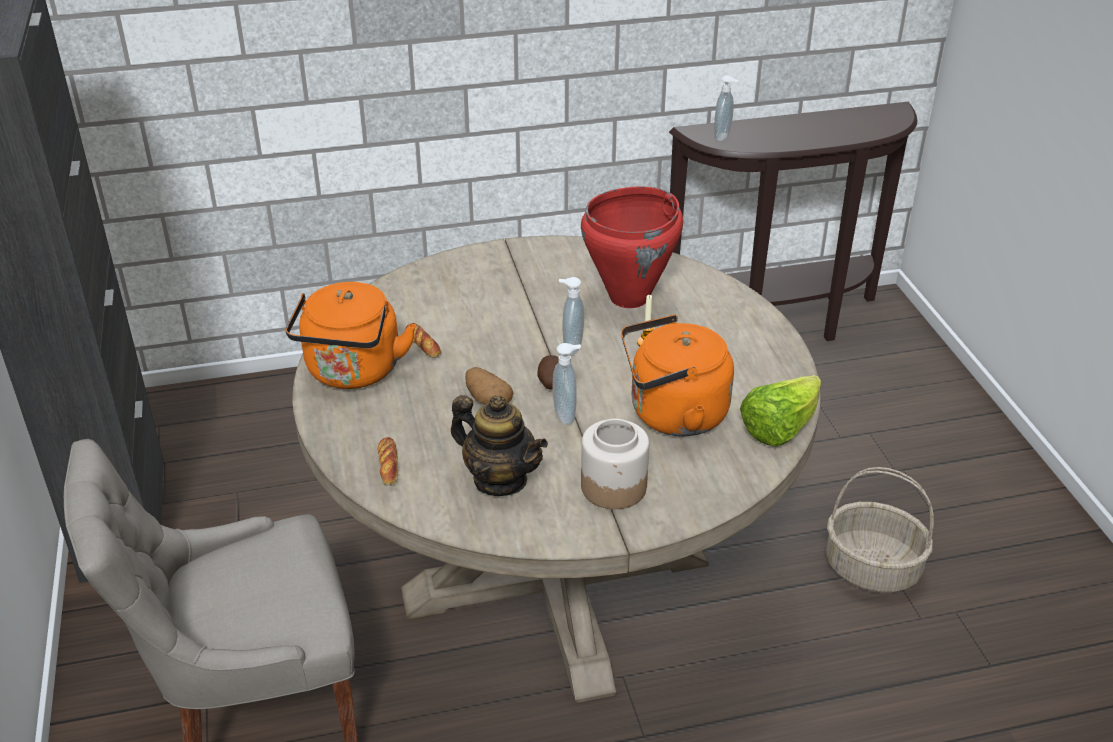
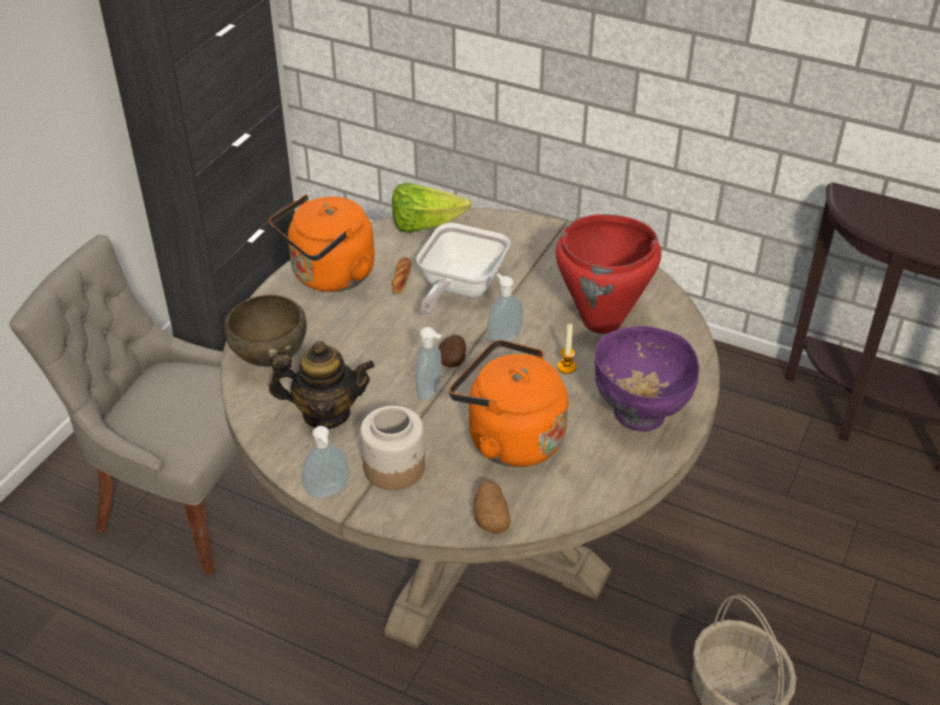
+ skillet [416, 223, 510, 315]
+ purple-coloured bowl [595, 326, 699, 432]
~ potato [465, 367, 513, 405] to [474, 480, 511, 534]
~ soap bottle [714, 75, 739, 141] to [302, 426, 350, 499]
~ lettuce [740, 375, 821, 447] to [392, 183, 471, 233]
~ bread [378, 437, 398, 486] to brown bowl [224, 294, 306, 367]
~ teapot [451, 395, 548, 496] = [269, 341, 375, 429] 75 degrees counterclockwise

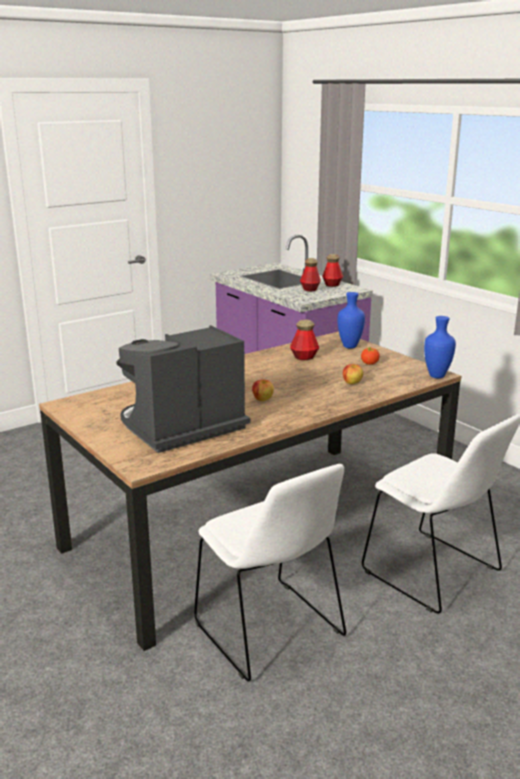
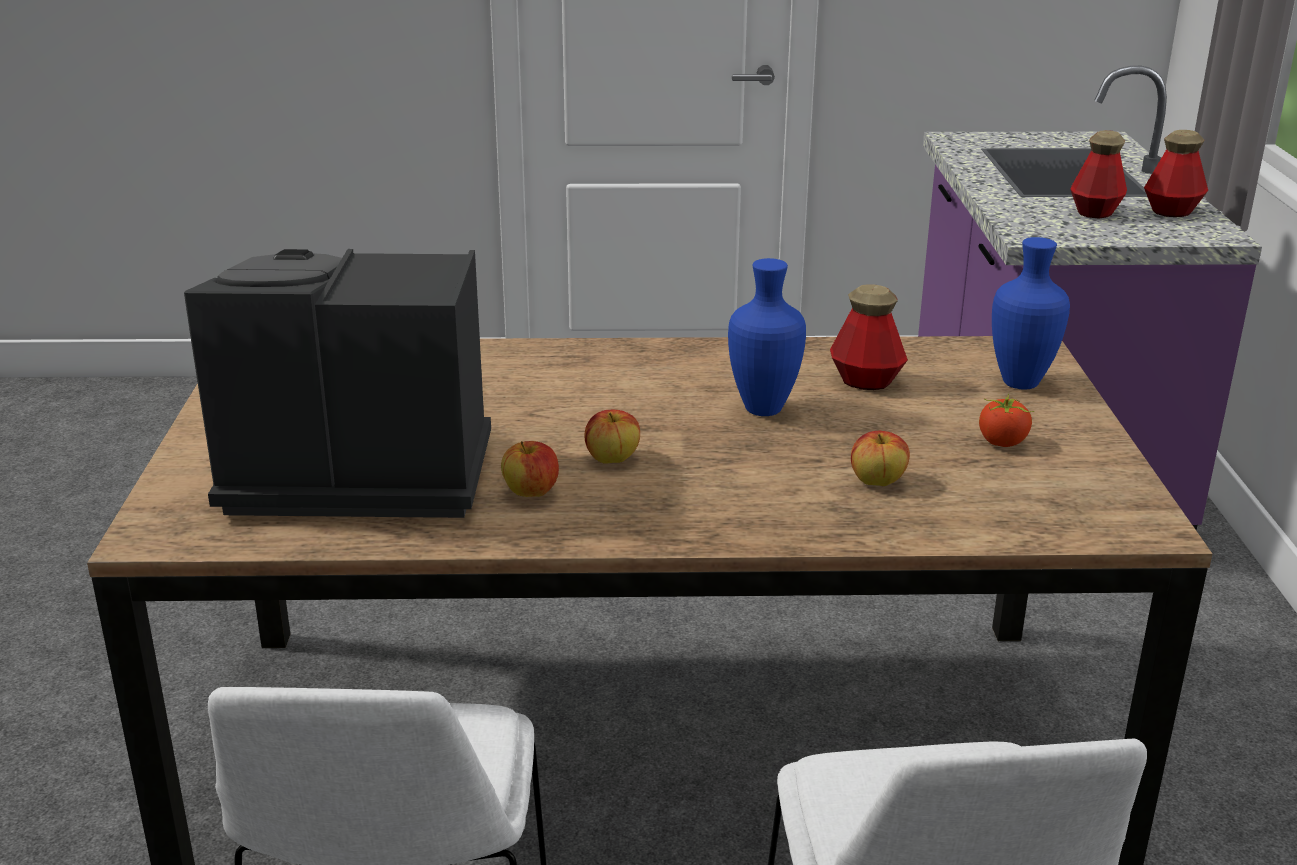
+ whole apple [501, 441, 559, 497]
~ bluish vase [424, 316, 456, 378] to [728, 258, 806, 416]

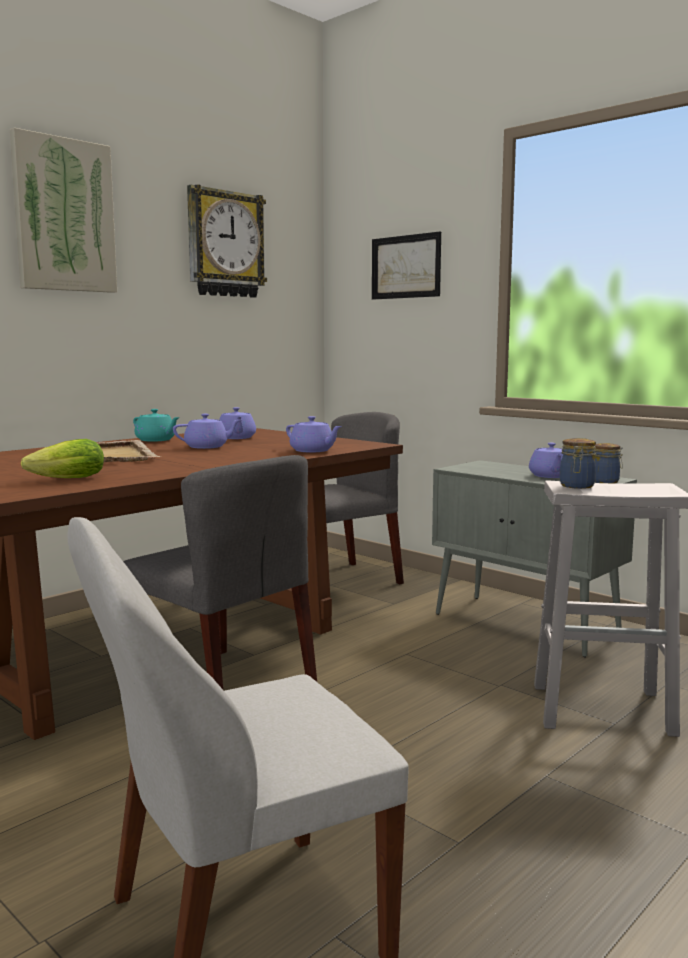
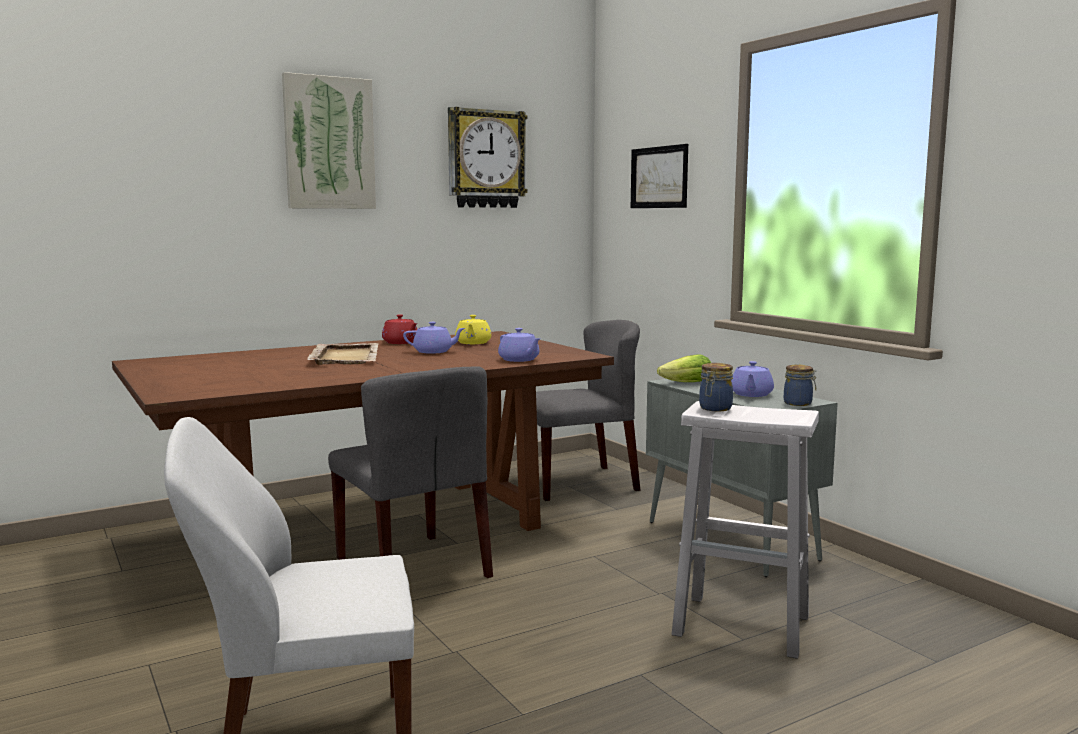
~ lettuce [21, 439, 104, 478] to [657, 355, 711, 382]
~ turquoise-coloured teapot [133, 409, 180, 442] to red-coloured teapot [382, 314, 418, 344]
~ purple-coloured teapot [219, 407, 256, 439] to yellowish teapot [455, 315, 491, 344]

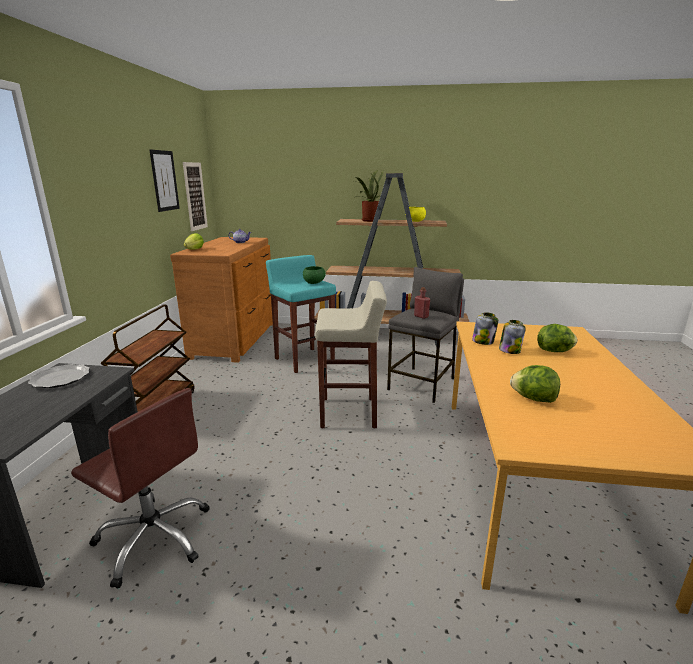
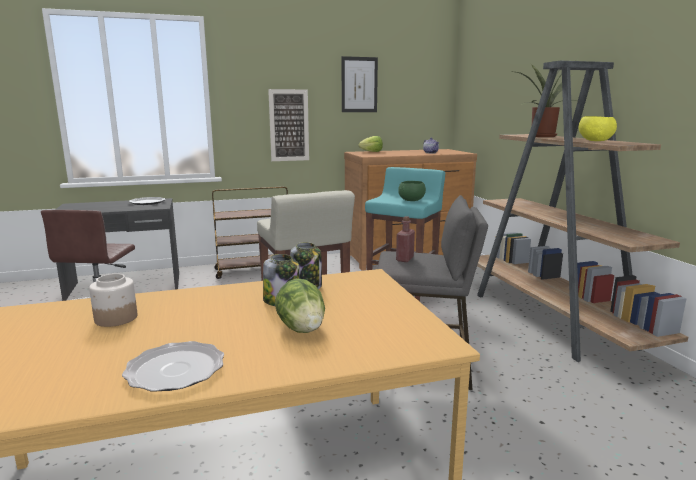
+ dinner plate [122, 341, 224, 392]
~ wall art [183, 162, 208, 231] to [268, 89, 309, 161]
~ lettuce [510, 365, 560, 403] to storage jar [89, 274, 137, 327]

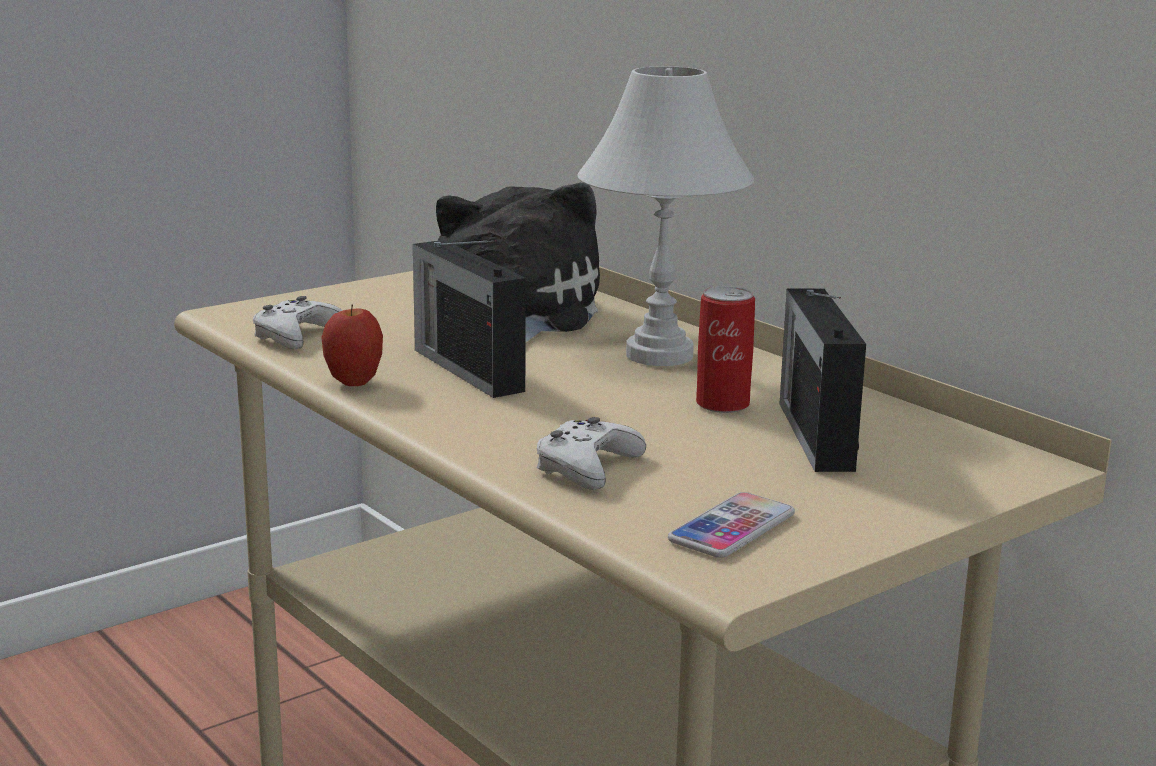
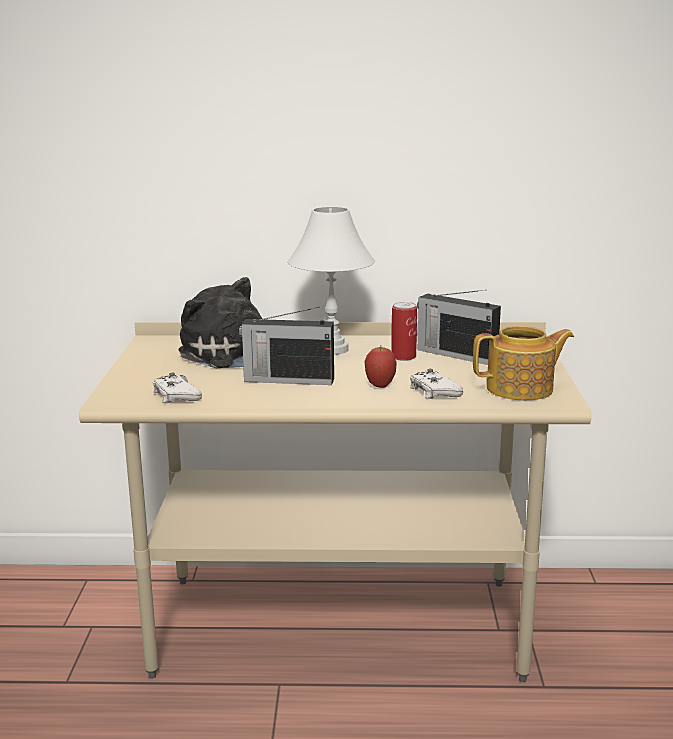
~ whole apple [321, 304, 383, 386] to [364, 347, 397, 388]
~ telephone [668, 492, 795, 558] to teapot [473, 326, 574, 400]

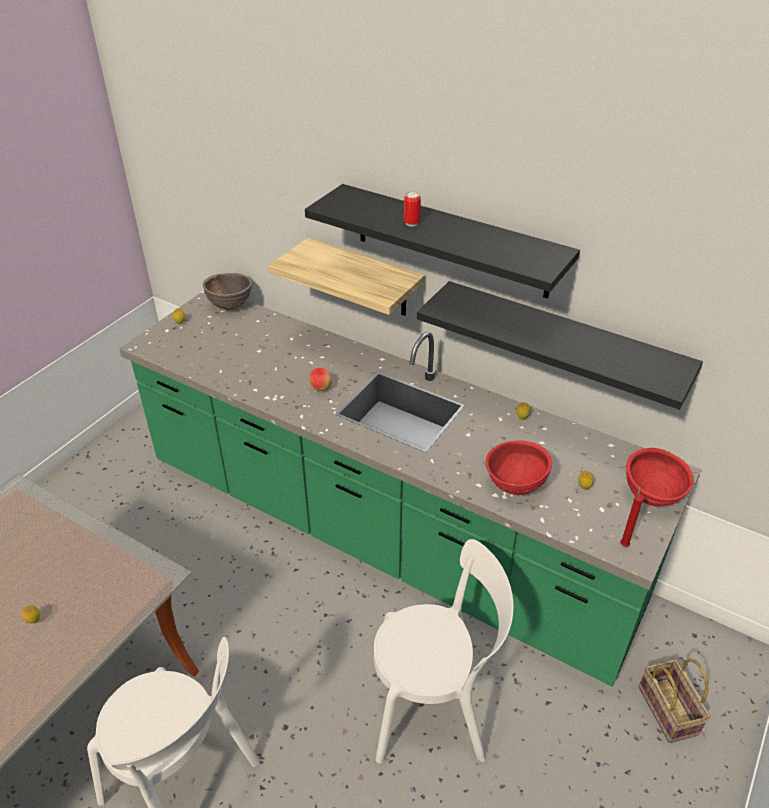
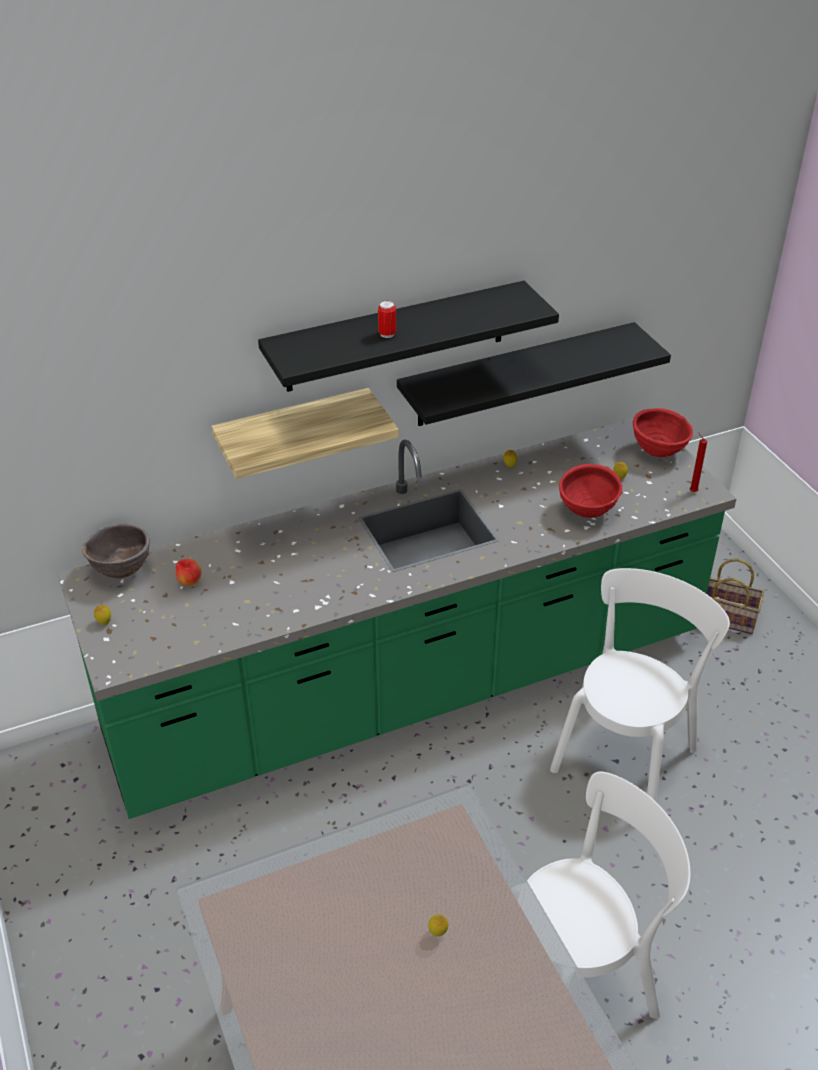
~ whole apple [309, 368, 332, 391] to [175, 559, 202, 586]

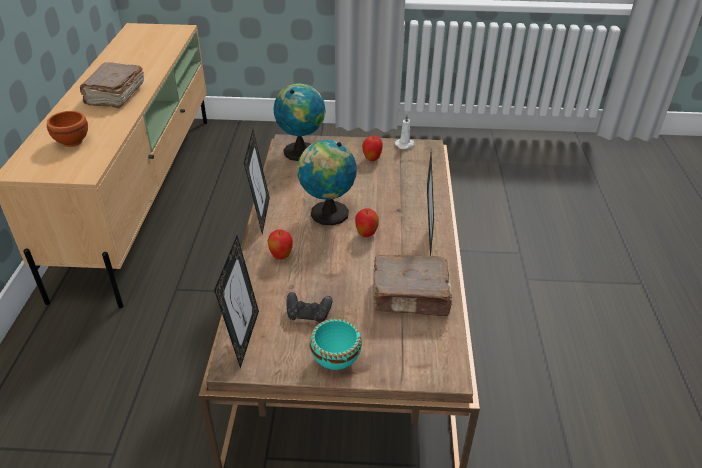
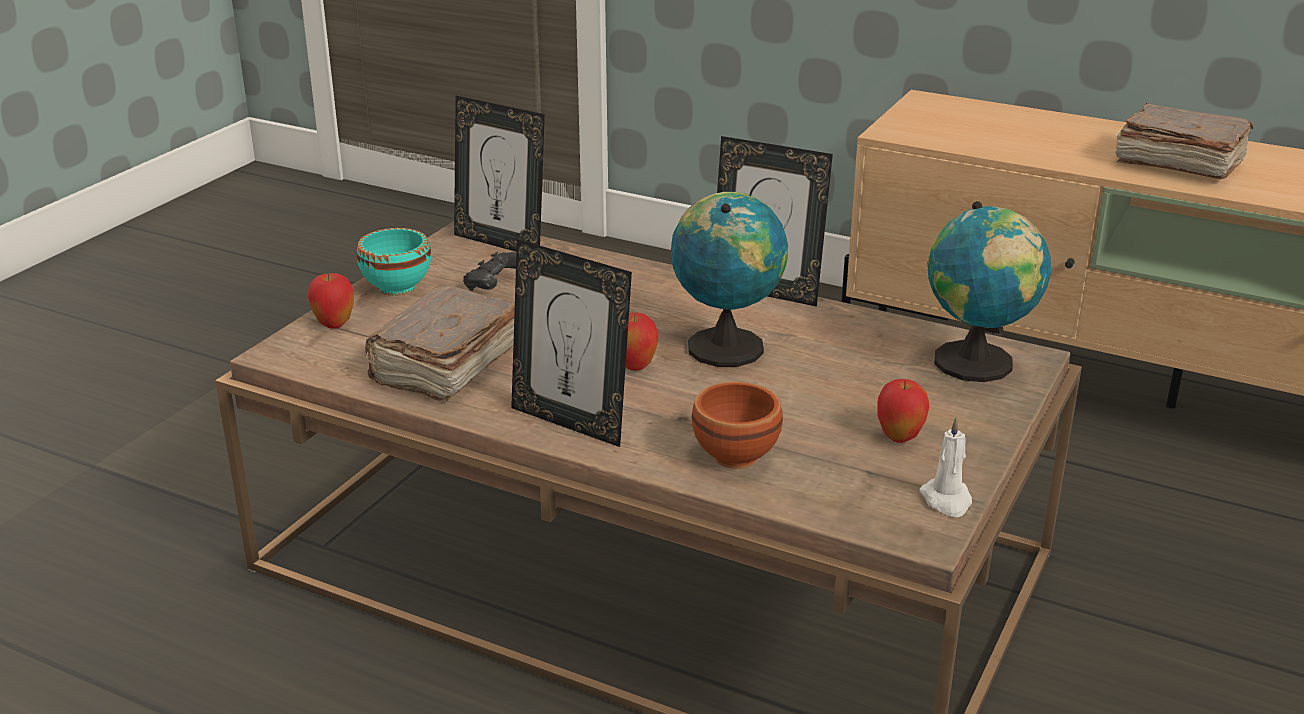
~ brown bowl [47, 111, 88, 147] to [691, 382, 783, 469]
~ whole apple [268, 230, 293, 259] to [307, 273, 354, 329]

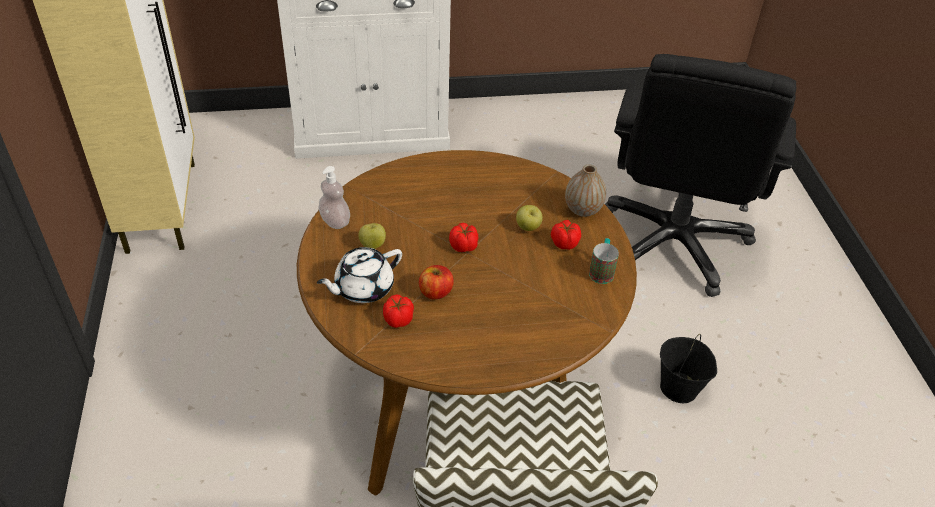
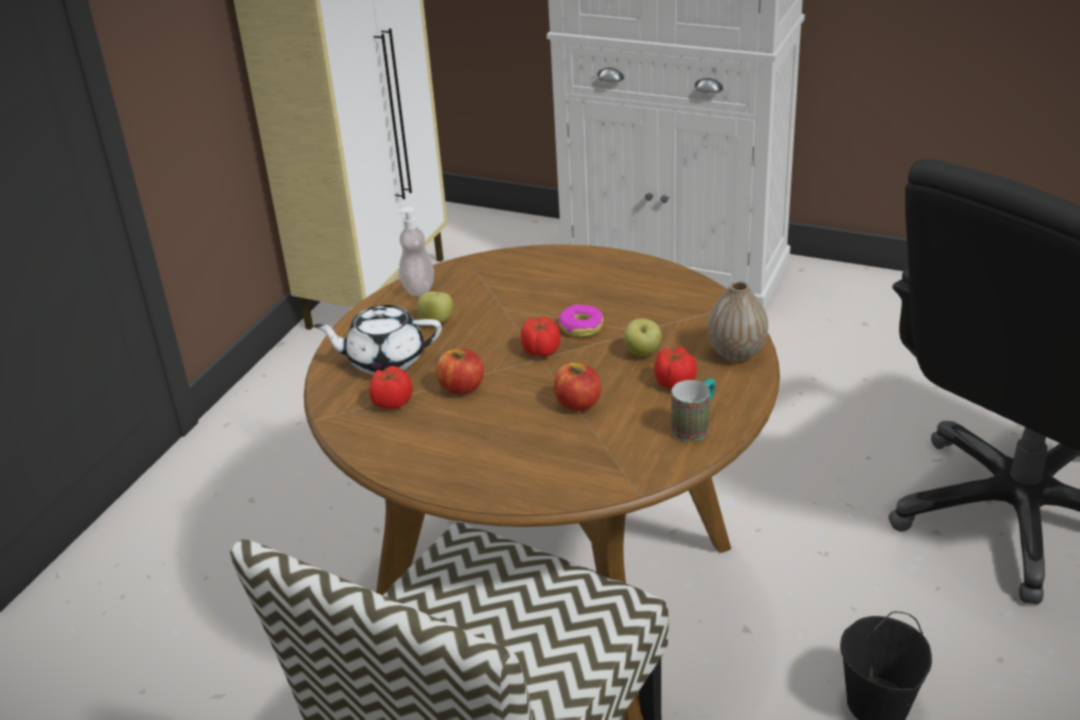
+ whole apple [553, 363, 601, 411]
+ doughnut [558, 304, 604, 337]

